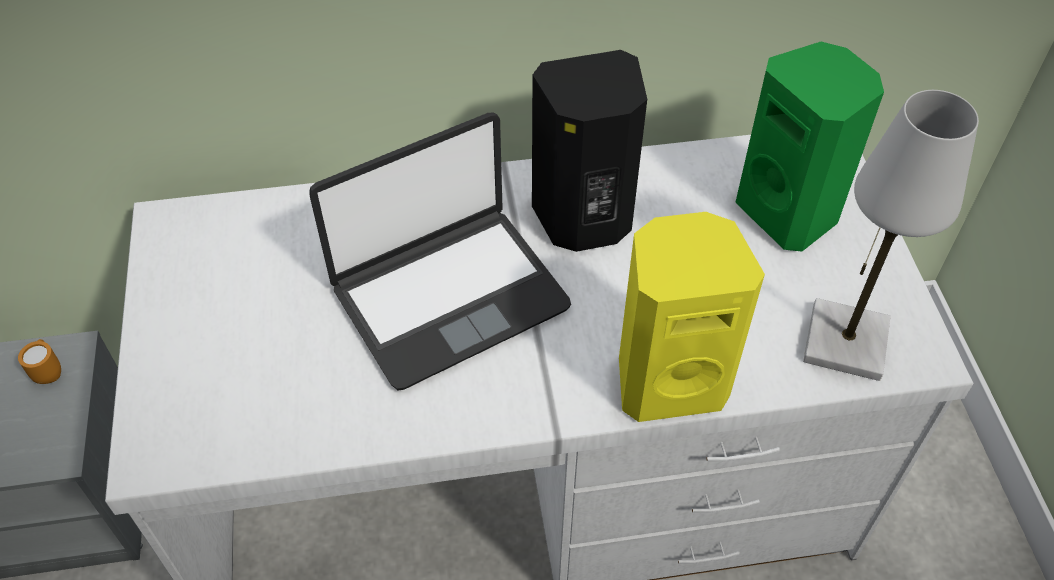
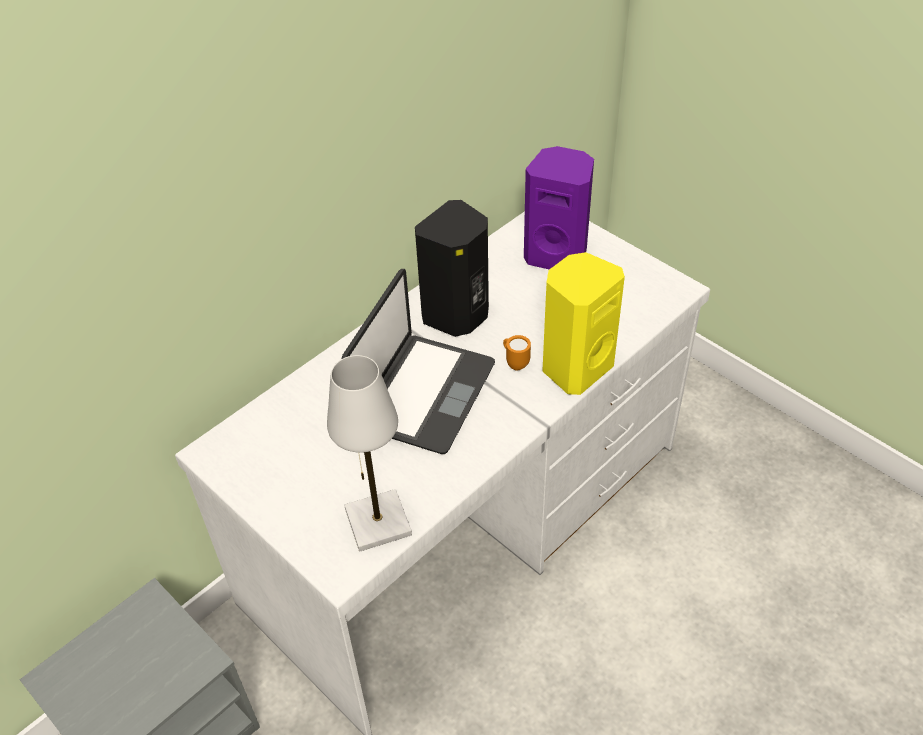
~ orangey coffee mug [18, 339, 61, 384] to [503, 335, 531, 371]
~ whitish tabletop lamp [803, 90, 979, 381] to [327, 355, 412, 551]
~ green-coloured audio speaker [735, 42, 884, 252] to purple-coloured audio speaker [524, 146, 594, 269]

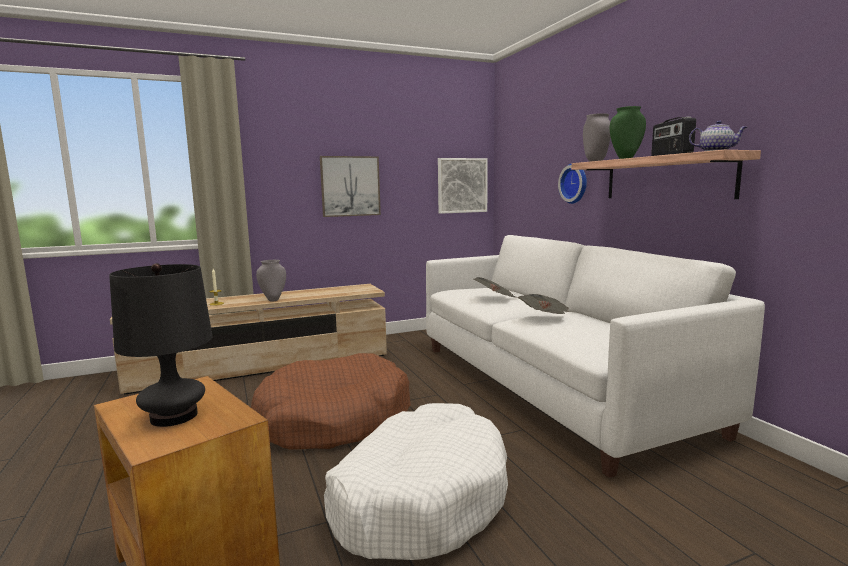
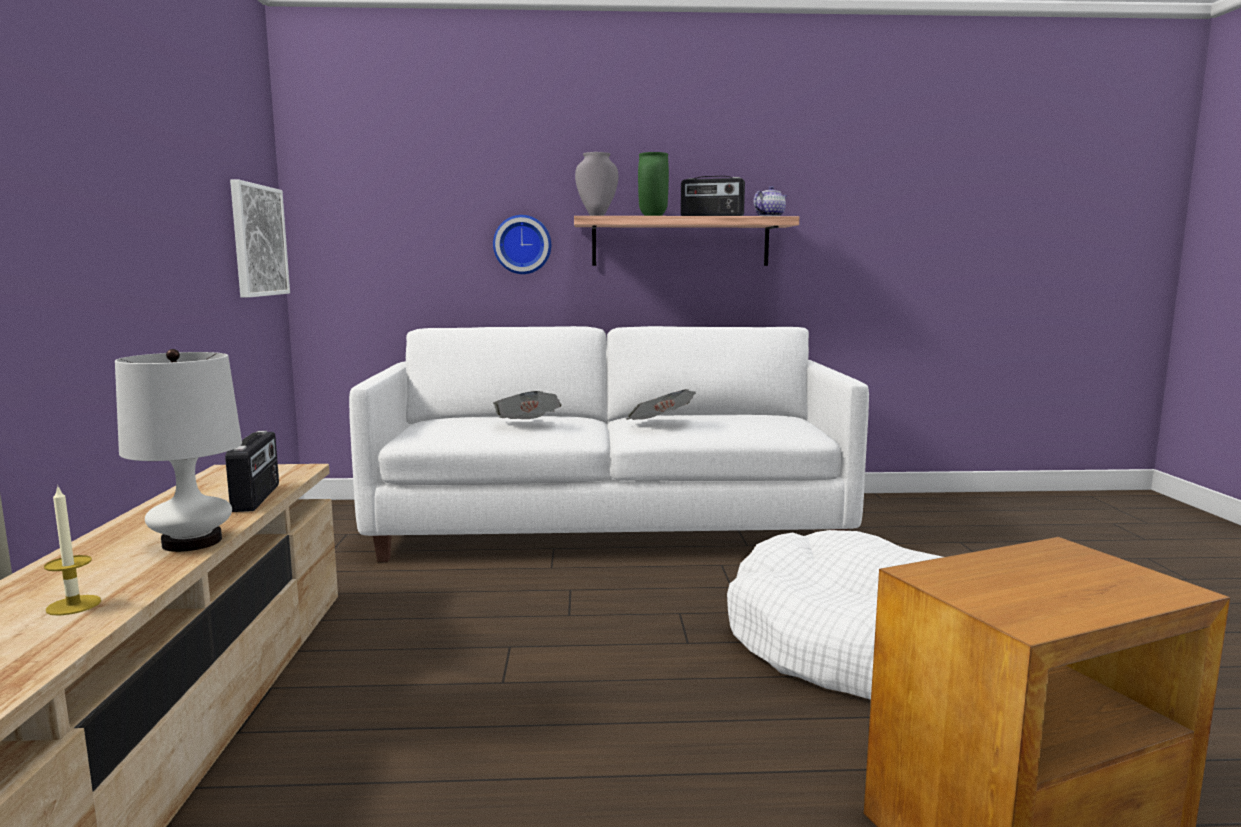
- blackish tabletop lamp [109, 263, 212, 427]
- brown dog bed [251, 353, 411, 450]
- wall art [320, 156, 381, 217]
+ radio set [225, 431, 279, 512]
~ greyish vase [256, 260, 286, 302] to whitish tabletop lamp [115, 349, 242, 552]

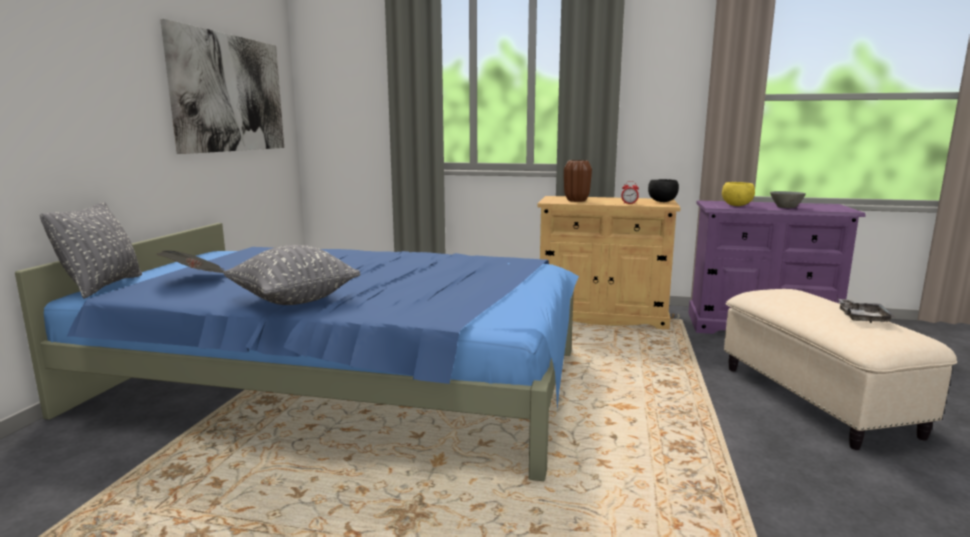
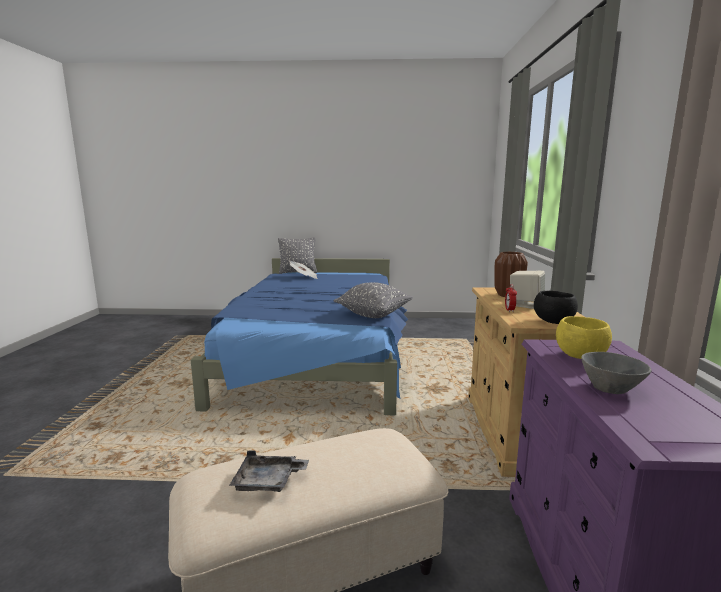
- wall art [160, 19, 284, 154]
+ beige-coloured audio speaker [510, 271, 545, 309]
~ greyish cushion [223, 245, 360, 305] to [334, 282, 413, 318]

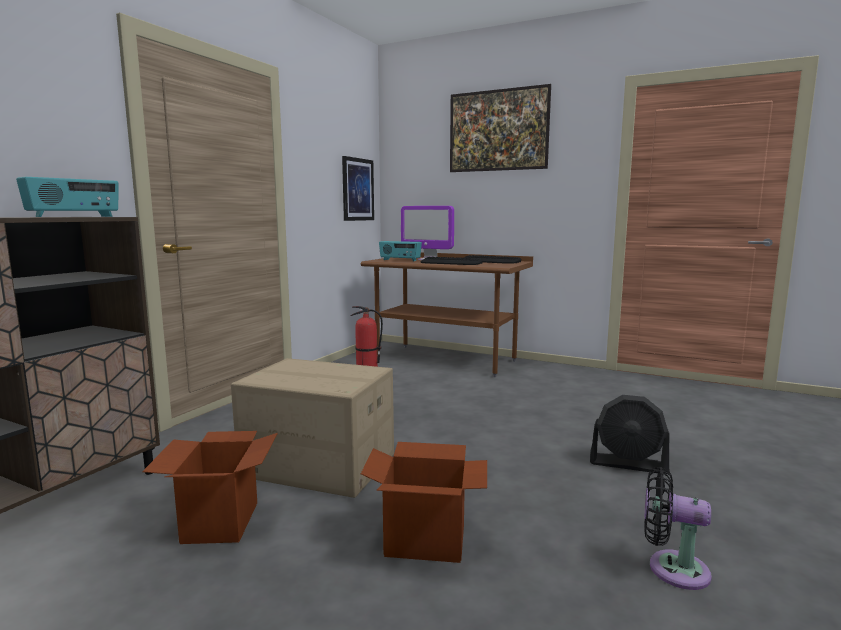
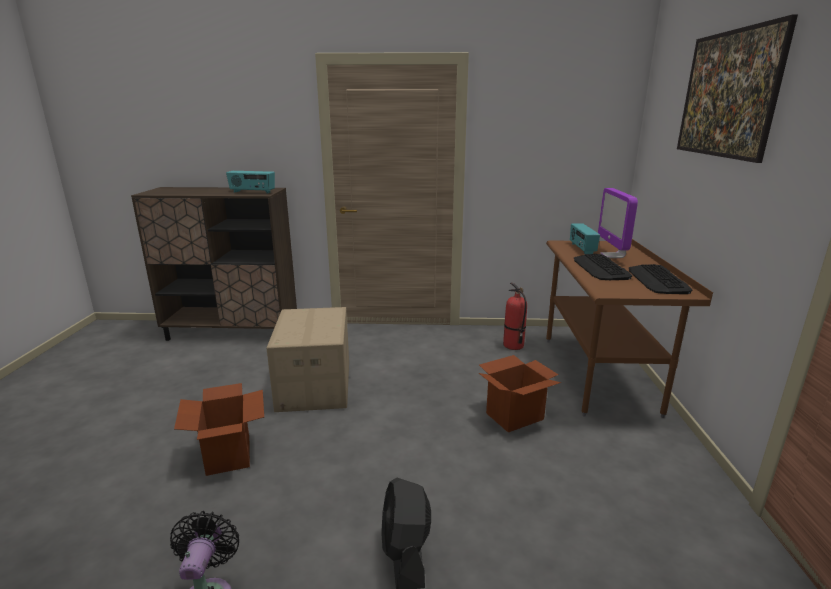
- wall art [342, 156, 374, 221]
~ packing box [142, 431, 278, 544] to [479, 355, 561, 432]

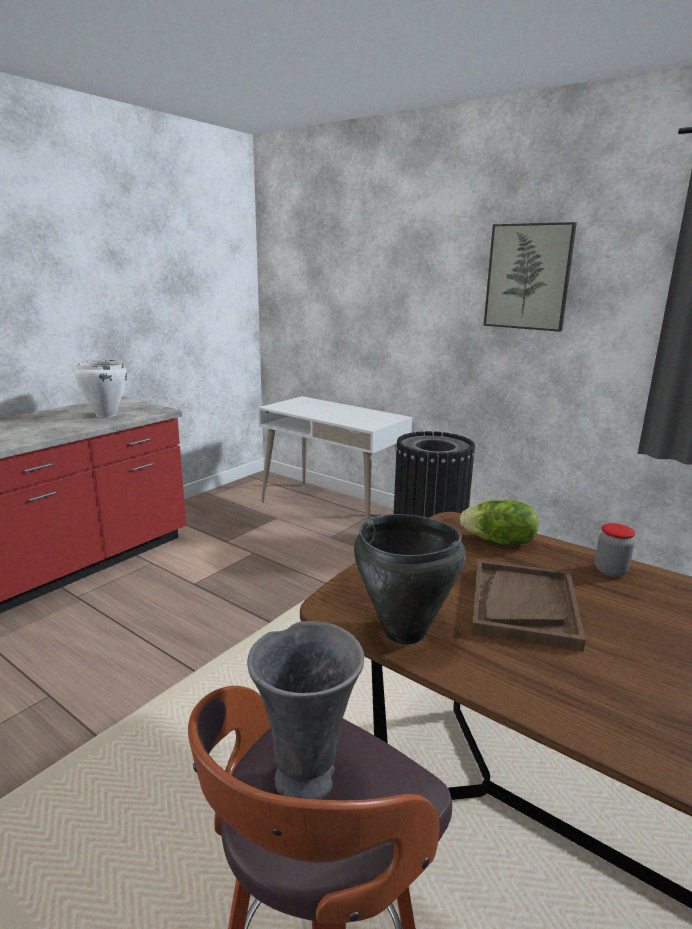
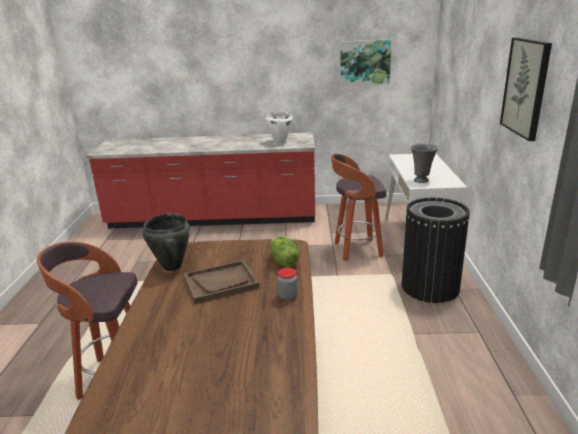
+ sitting stool [331, 153, 387, 261]
+ wall art [340, 39, 391, 86]
~ greyish vase [247, 621, 365, 800] to [411, 144, 438, 183]

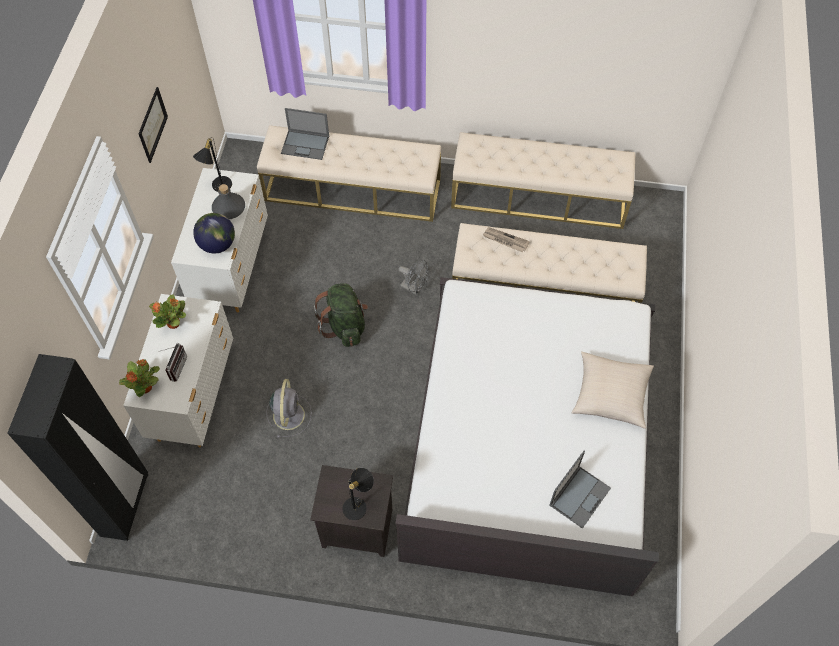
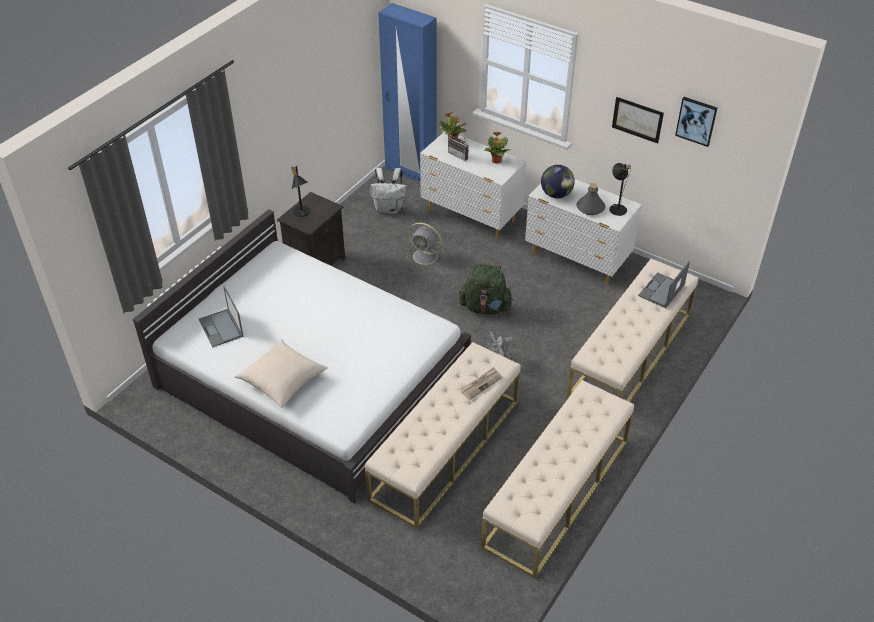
+ whitish knapsack [370, 168, 406, 214]
+ wall art [675, 97, 717, 147]
~ blackish clothes cupboard [7, 354, 148, 541] to bluish clothes cupboard [378, 3, 437, 183]

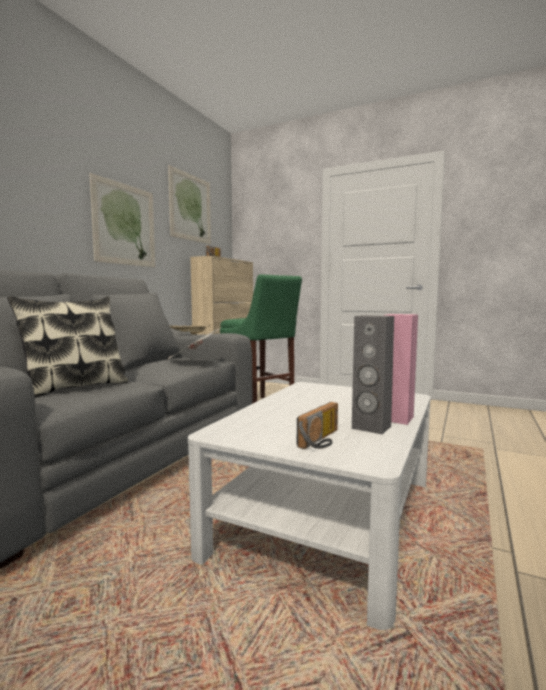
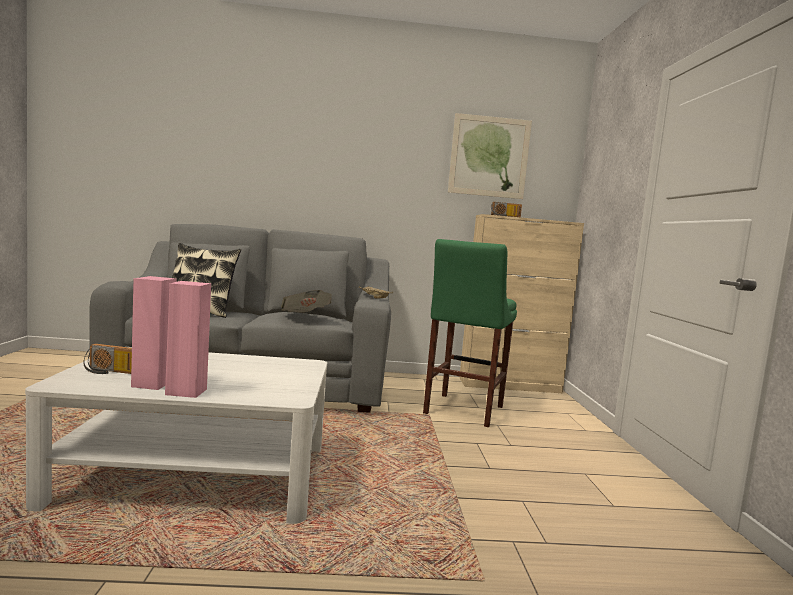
- wall art [89, 173, 155, 267]
~ greyish audio speaker [352, 315, 394, 434] to pink-coloured audio speaker [131, 276, 176, 390]

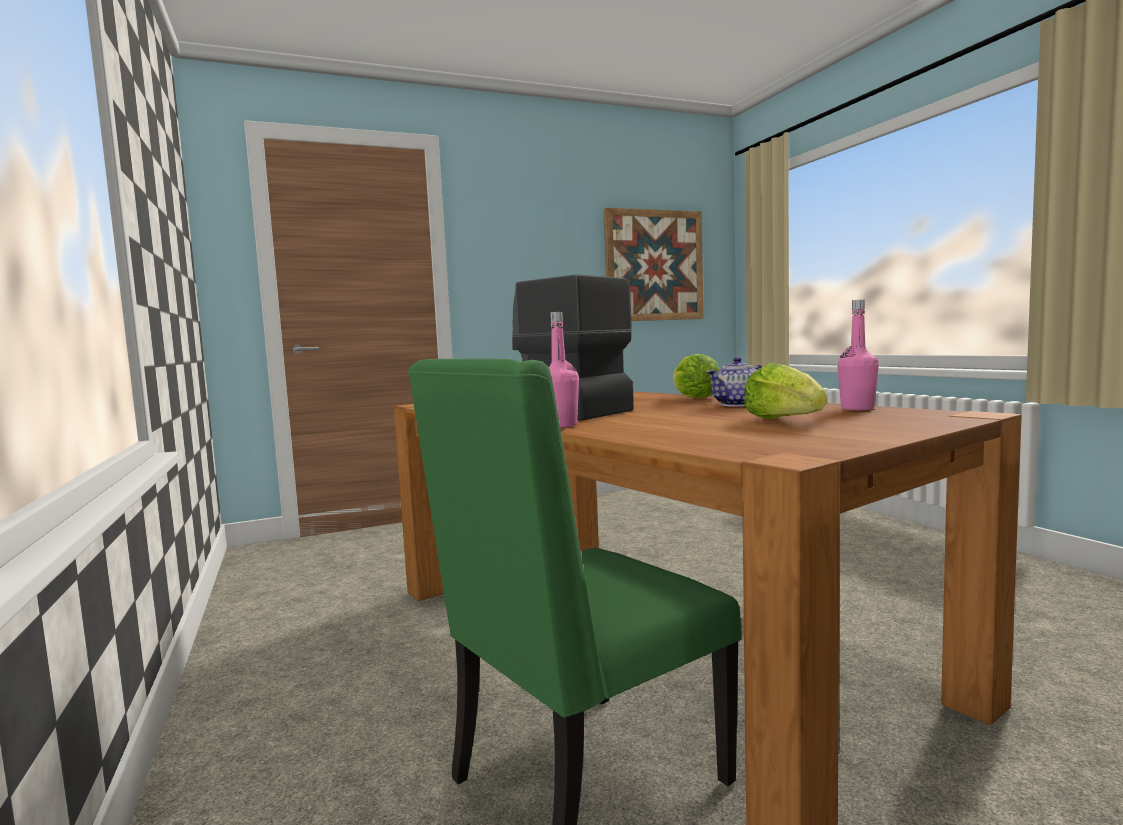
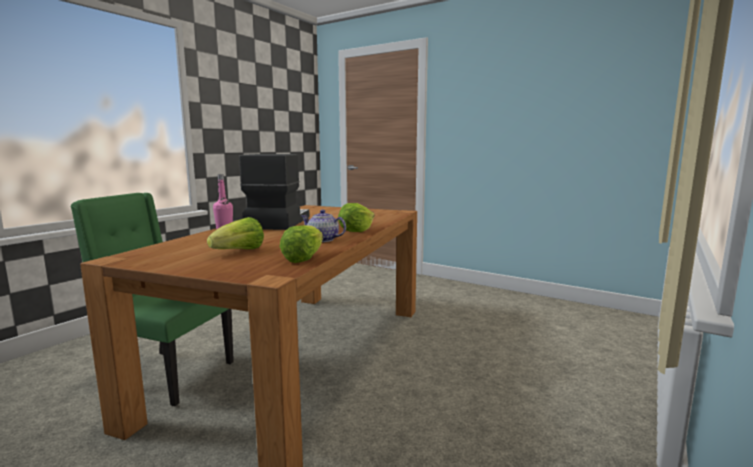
- wall art [604, 208, 704, 321]
~ pink-coloured drink bottle [837, 300, 879, 410] to lettuce [280, 225, 323, 263]

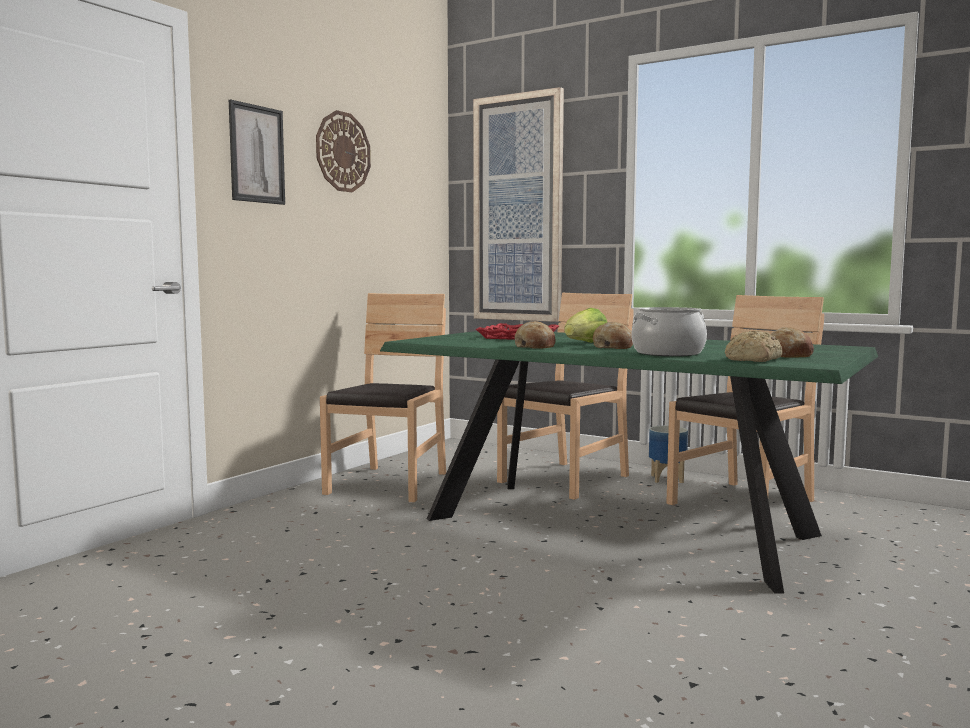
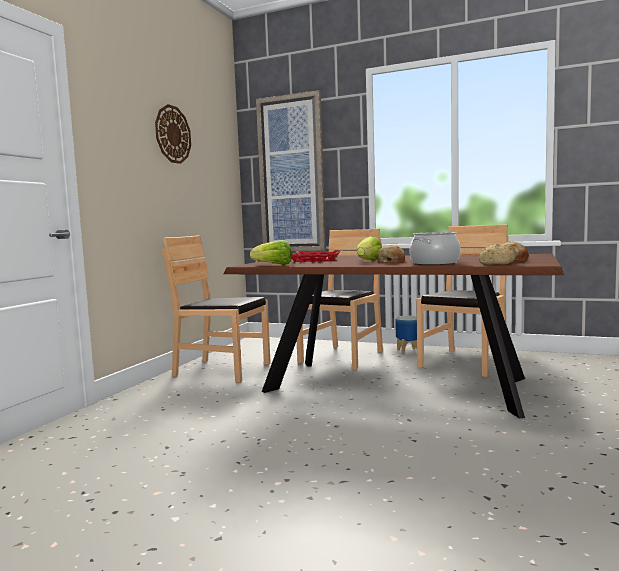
- wall art [229, 99, 285, 205]
- bread [515, 321, 555, 349]
+ lettuce [250, 240, 292, 265]
~ green-coloured kitchen table [380, 329, 878, 594] to brown kitchen table [223, 254, 564, 418]
~ brown plain chair [320, 293, 446, 502] = [162, 235, 271, 383] 75 degrees counterclockwise

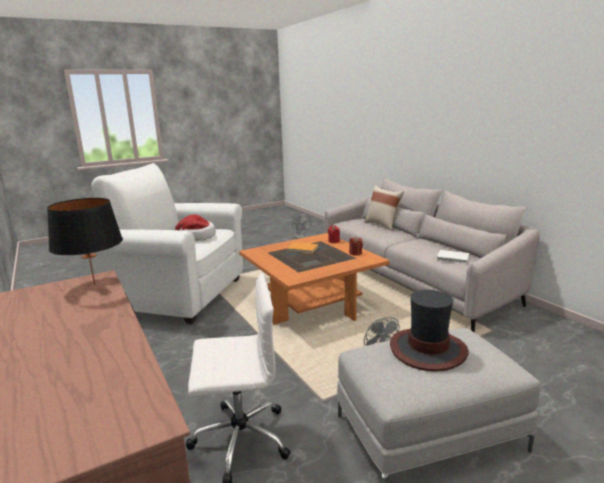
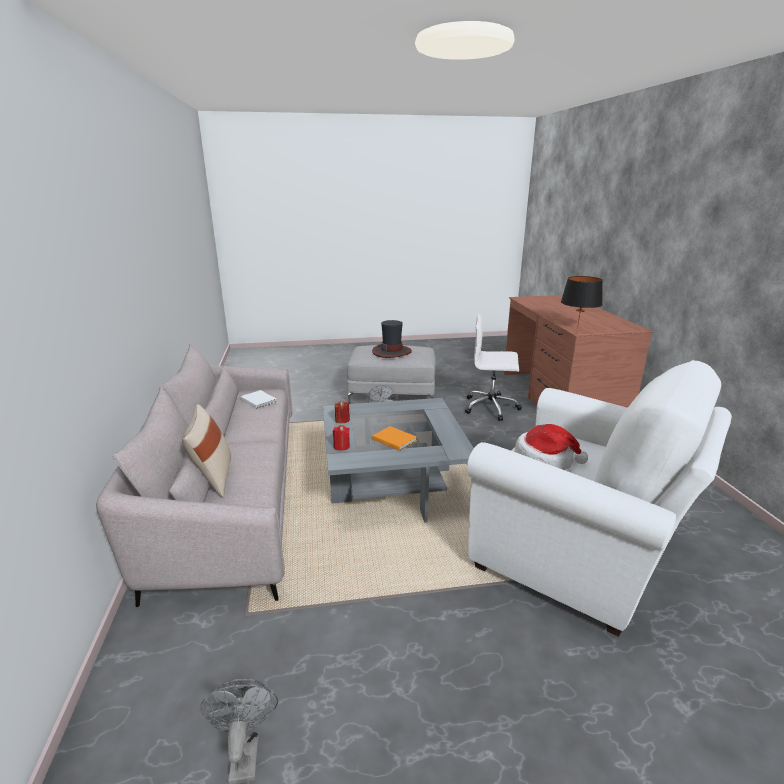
~ orangey low table [239, 233, 390, 325] to greyish low table [323, 398, 474, 522]

